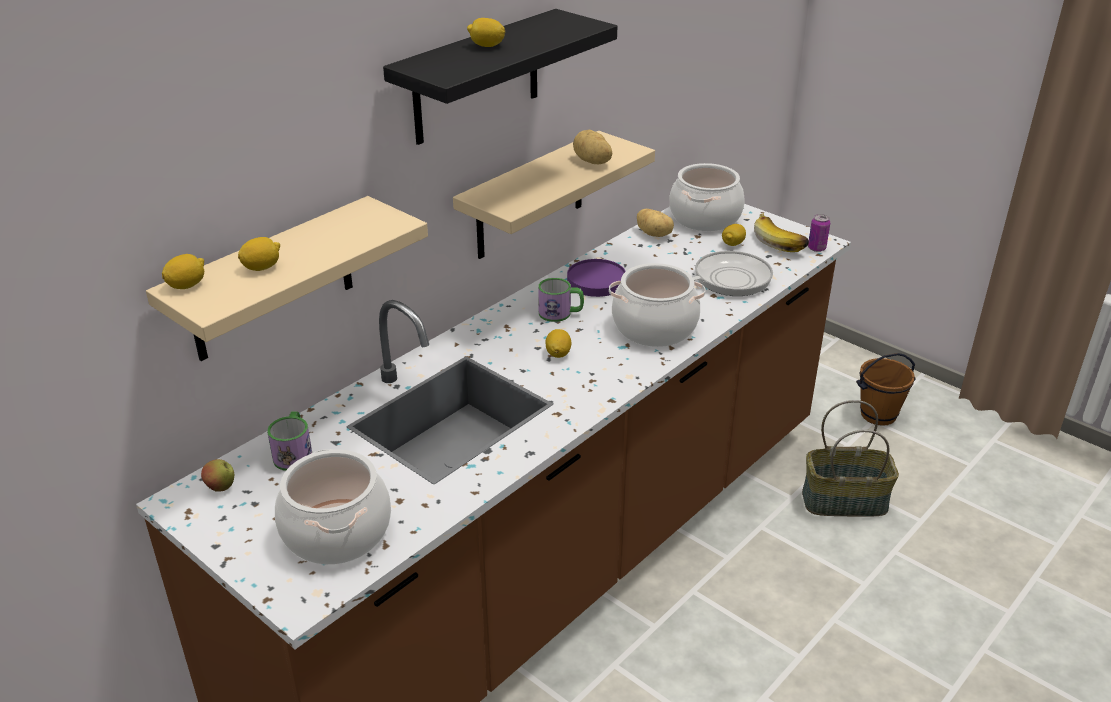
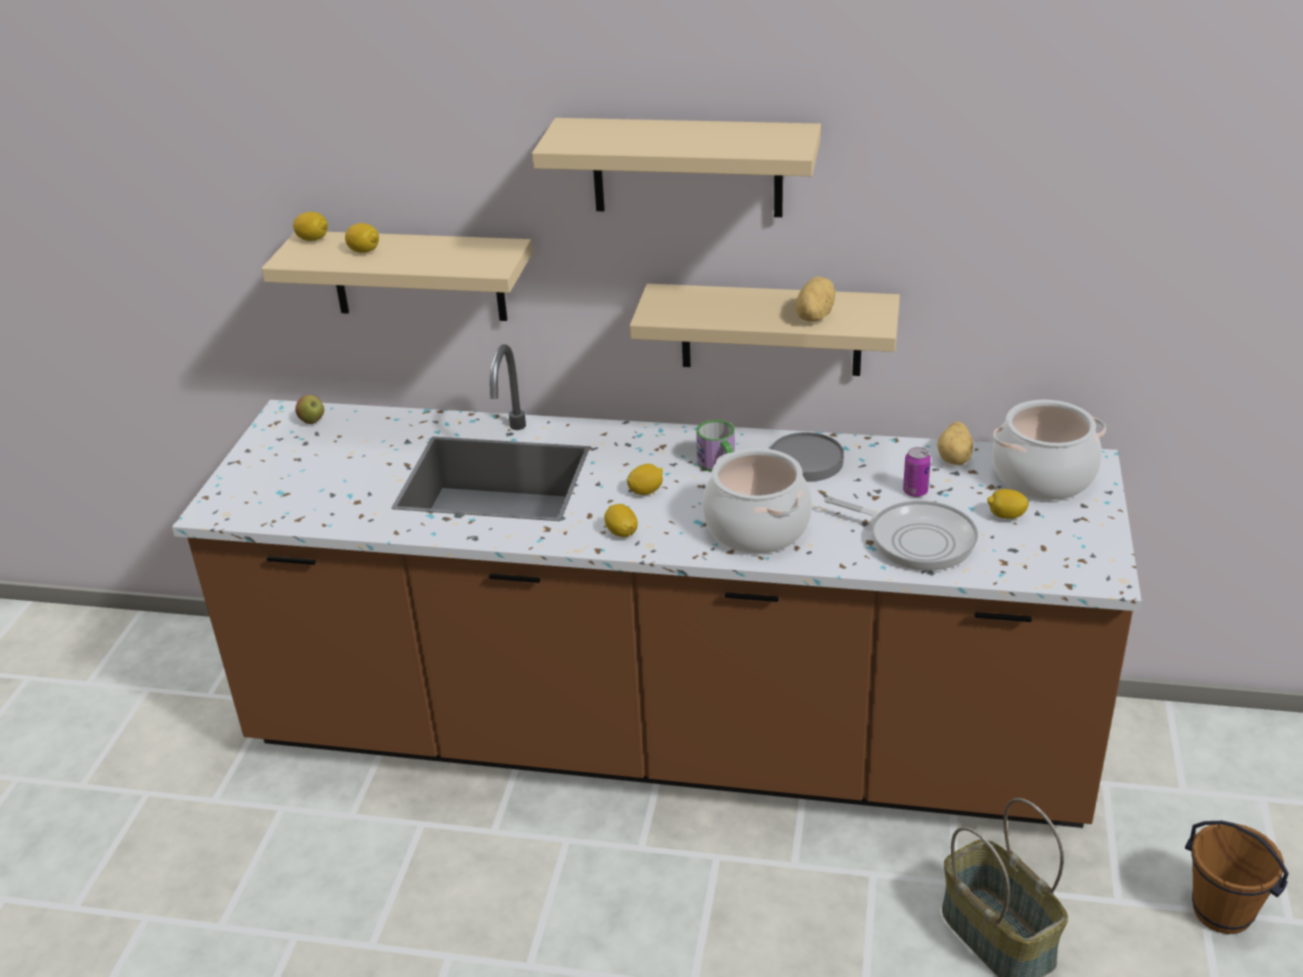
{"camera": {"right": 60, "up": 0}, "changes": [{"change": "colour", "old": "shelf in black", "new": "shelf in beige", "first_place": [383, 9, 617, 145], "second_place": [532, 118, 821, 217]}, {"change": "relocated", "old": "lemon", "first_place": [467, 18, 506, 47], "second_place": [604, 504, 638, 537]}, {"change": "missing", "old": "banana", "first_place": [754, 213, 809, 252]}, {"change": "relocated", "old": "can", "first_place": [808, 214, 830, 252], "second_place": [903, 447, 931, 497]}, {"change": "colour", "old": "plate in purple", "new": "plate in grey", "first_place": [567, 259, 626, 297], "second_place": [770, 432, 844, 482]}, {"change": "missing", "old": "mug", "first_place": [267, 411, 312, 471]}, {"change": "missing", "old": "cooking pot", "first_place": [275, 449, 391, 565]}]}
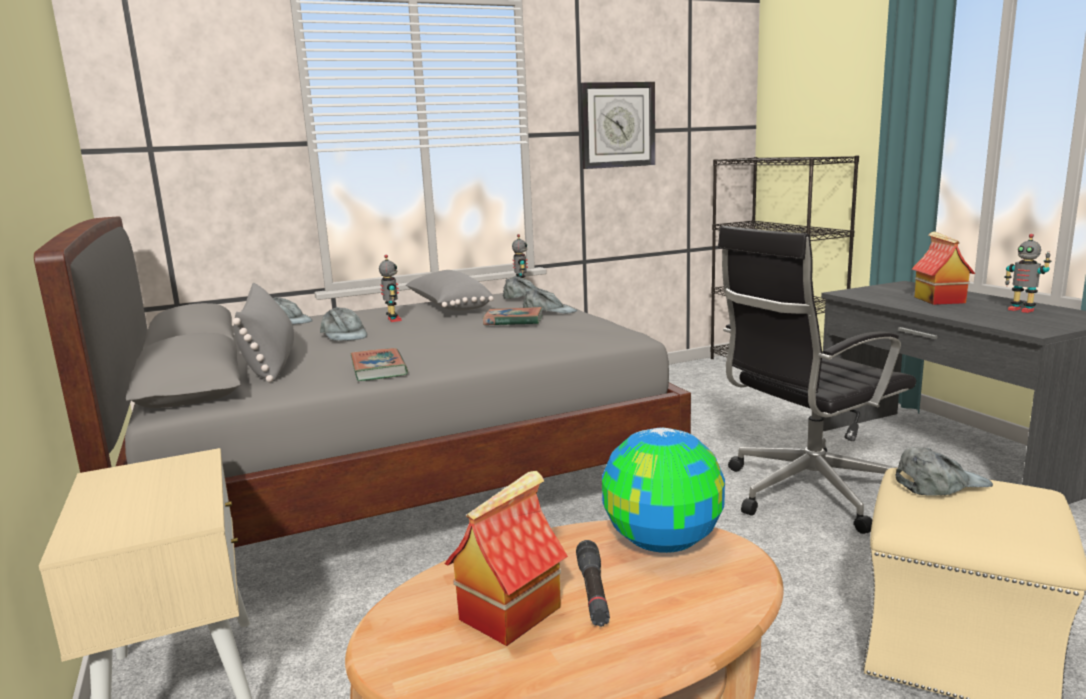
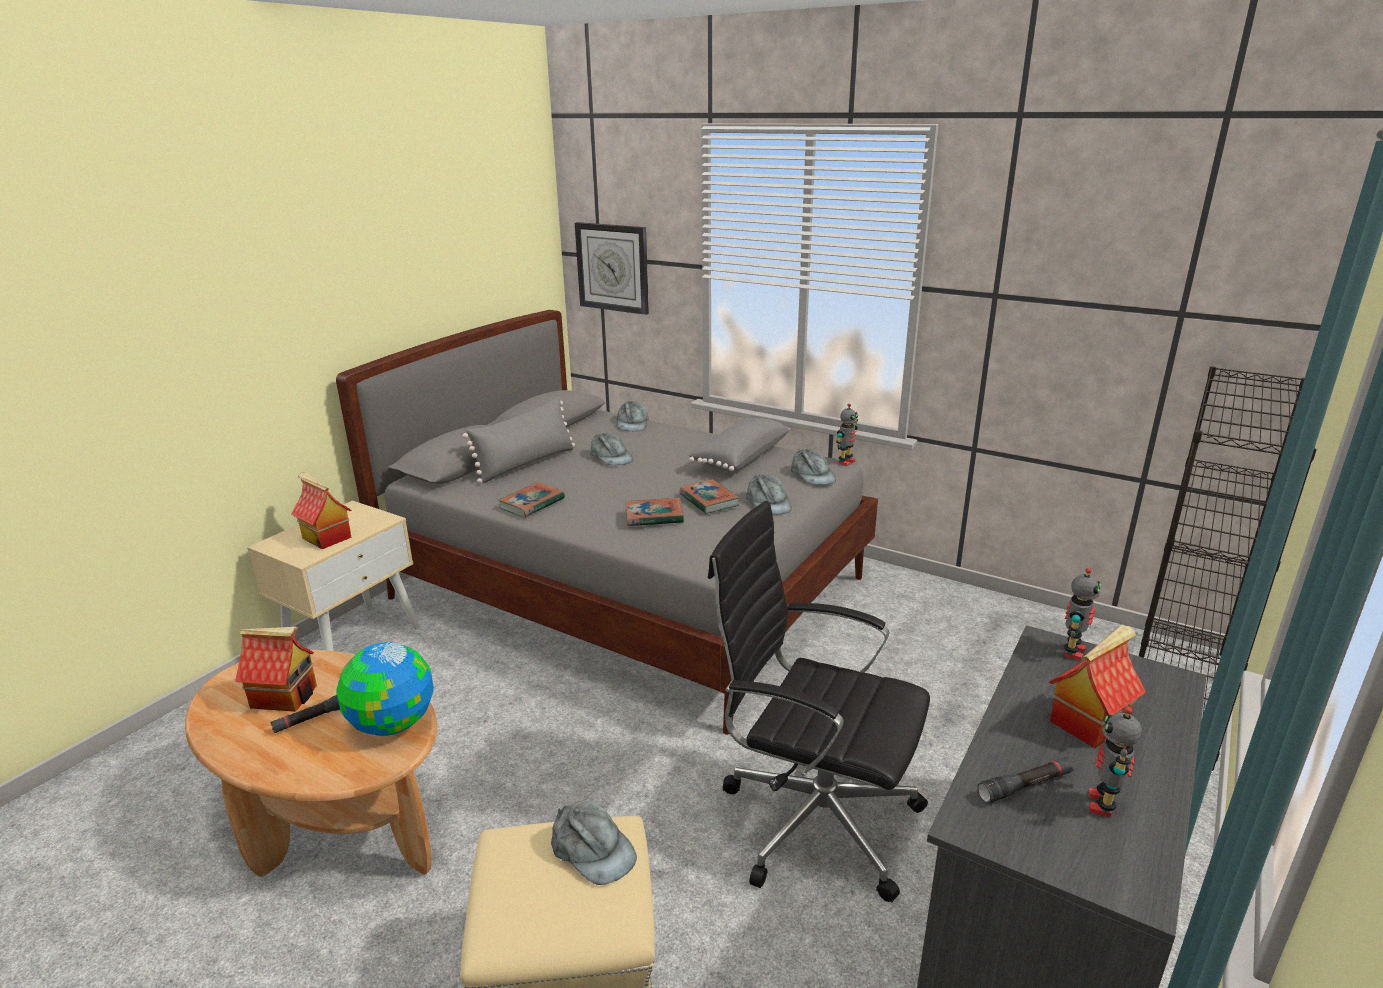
{"camera": {"right": 55, "up": 10}, "changes": [{"change": "relocated", "old": "wall clock", "first_place": [580, 82, 655, 169], "second_place": [575, 222, 649, 315]}, {"change": "relocated", "old": "toy robot", "first_place": [379, 254, 402, 322], "second_place": [1064, 568, 1101, 661]}, {"change": "spun", "old": "cap in grey", "first_place": [320, 307, 367, 341], "second_place": [590, 433, 633, 465], "degrees": -60}, {"change": "appeared", "new": "toy house", "second_place": [291, 473, 352, 549]}, {"change": "appeared", "new": "book", "second_place": [626, 498, 684, 526]}, {"change": "appeared", "new": "flashlight in black", "second_place": [978, 757, 1074, 803]}]}
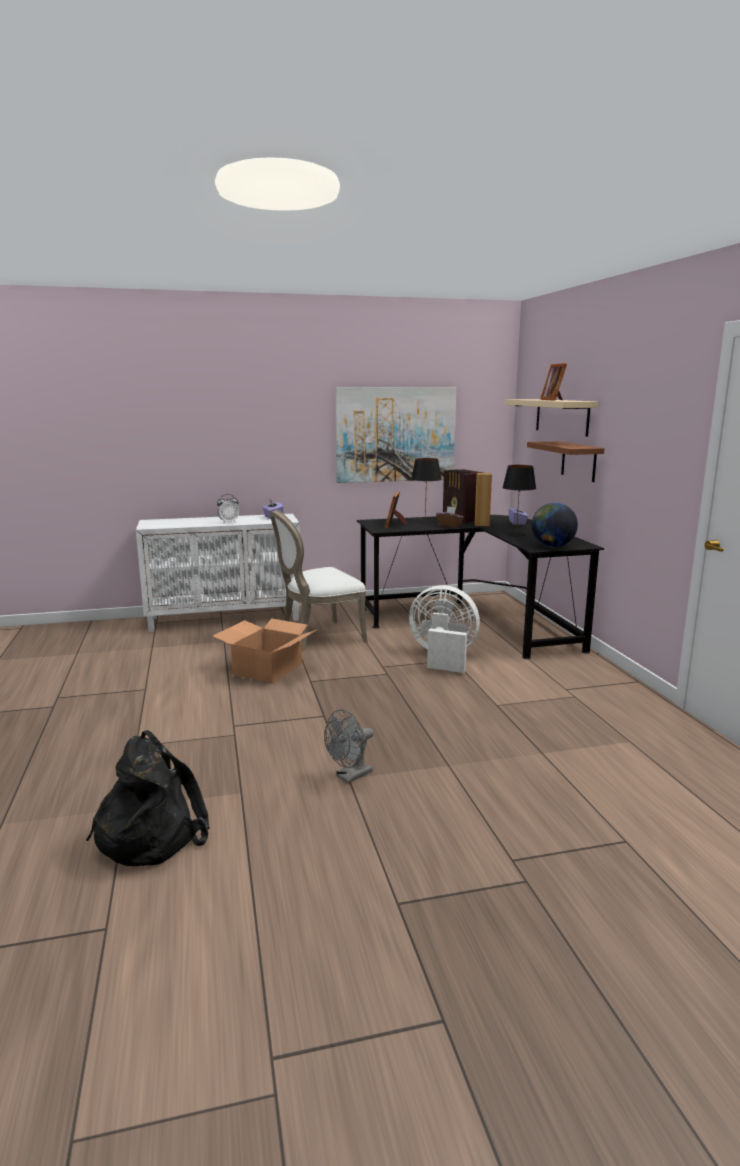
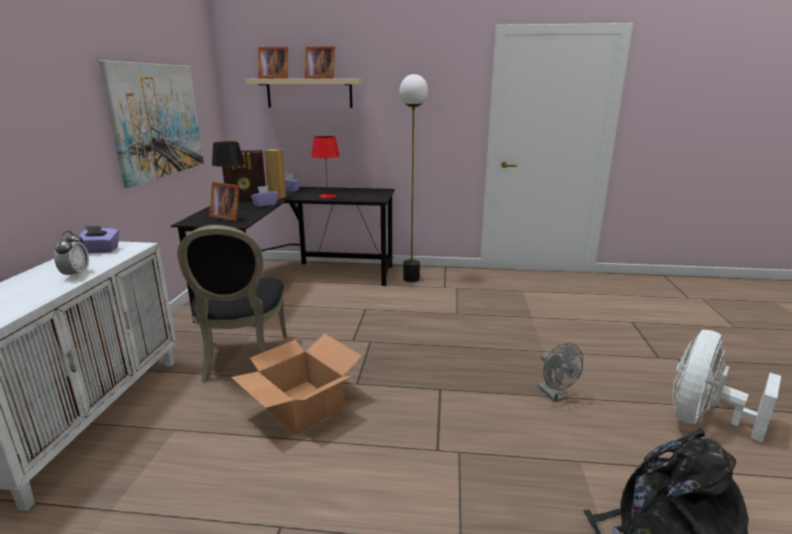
{"camera": {"right": -70, "up": 5}, "changes": [{"change": "missing", "old": "shelf in brown", "first_place": [527, 441, 605, 482]}, {"change": "colour", "old": "table lamp in black", "new": "table lamp in red", "first_place": [502, 465, 536, 536], "second_place": [311, 136, 340, 198]}, {"change": "missing", "old": "globe", "first_place": [531, 503, 578, 547]}, {"change": "colour", "old": "tissue box in brown", "new": "tissue box in purple", "first_place": [436, 506, 464, 528], "second_place": [251, 185, 278, 207]}, {"change": "colour", "old": "chair in white", "new": "chair in black", "first_place": [269, 510, 367, 651], "second_place": [177, 225, 287, 383]}, {"change": "relocated", "old": "fan in white", "first_place": [409, 585, 480, 673], "second_place": [672, 330, 781, 442]}, {"change": "appeared", "new": "picture frame", "second_place": [258, 47, 288, 79]}, {"change": "appeared", "new": "floor lamp", "second_place": [399, 74, 428, 282]}]}
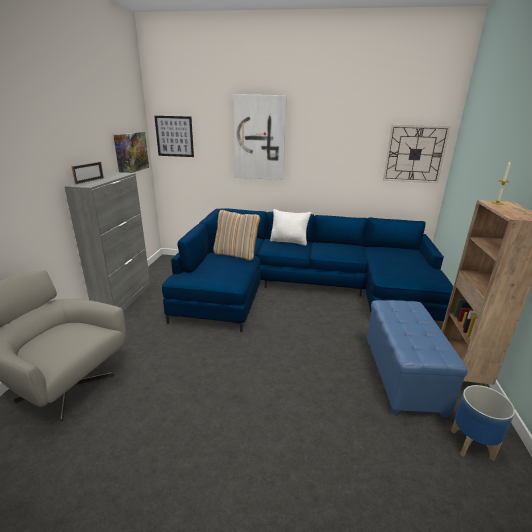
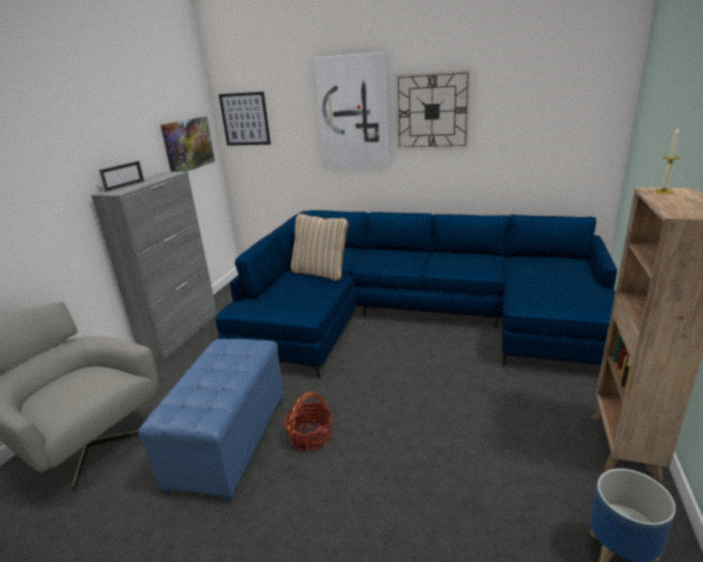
{"camera": {"right": 10, "up": 0}, "changes": [{"change": "relocated", "old": "wall clock", "first_place": [383, 125, 451, 183], "second_place": [395, 69, 472, 150]}, {"change": "missing", "old": "pillow in white", "first_place": [270, 209, 311, 246]}, {"change": "relocated", "old": "ottoman in blue", "first_place": [367, 300, 468, 417], "second_place": [138, 339, 284, 501]}, {"change": "appeared", "new": "basket", "second_place": [284, 392, 333, 450]}]}
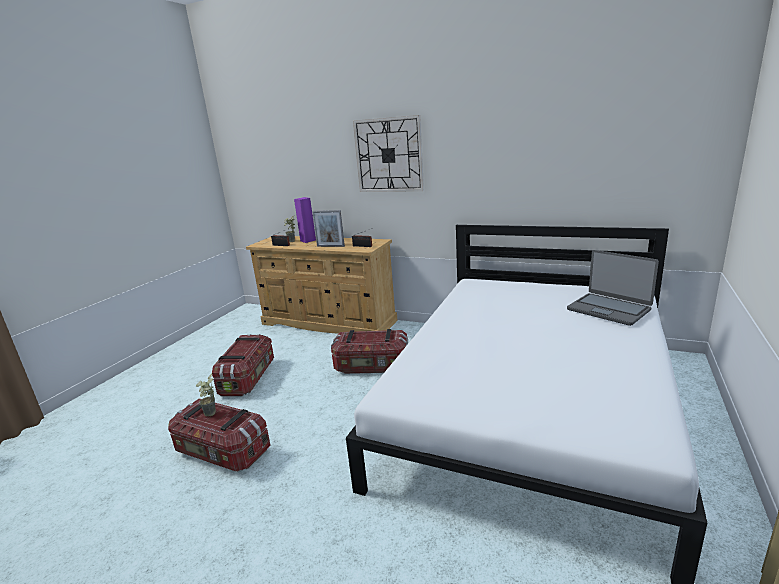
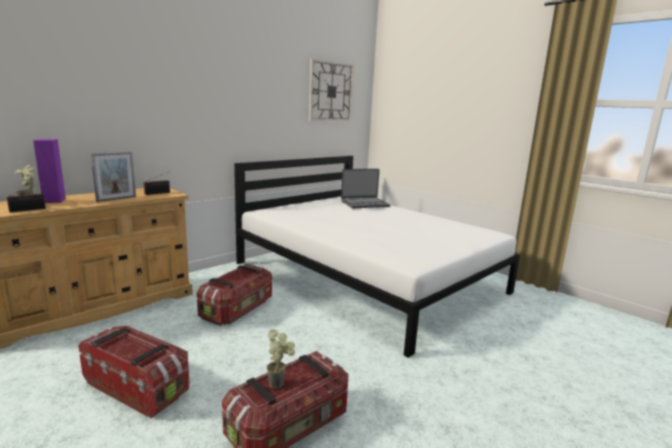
{"camera": {"right": -70, "up": -5}, "changes": [{"change": "relocated", "old": "wall clock", "first_place": [353, 115, 424, 192], "second_place": [309, 59, 354, 121]}]}
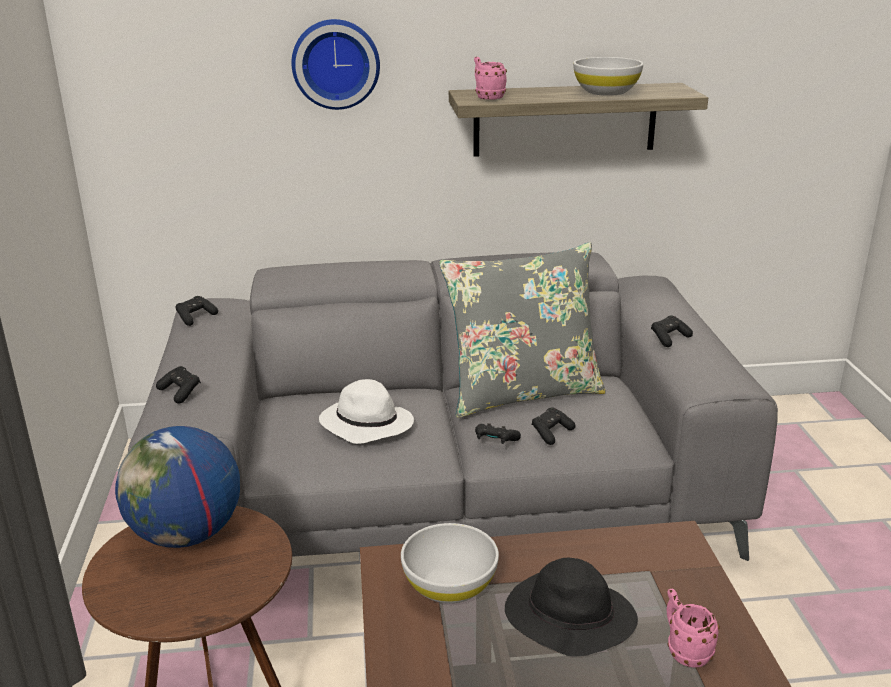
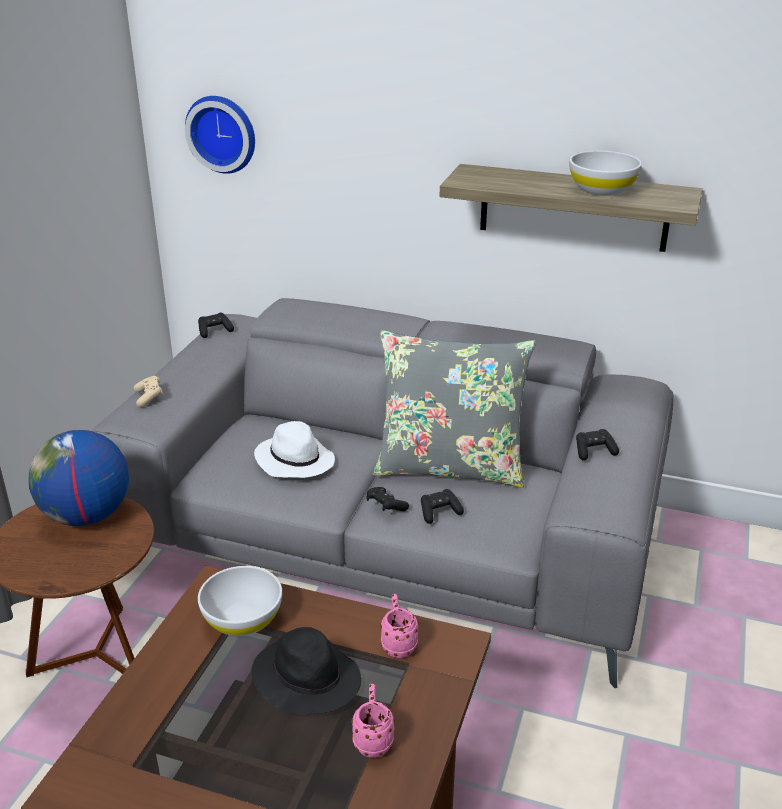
{"camera": {"right": 25, "up": 5}, "changes": [{"change": "relocated", "old": "wall clock", "first_place": [291, 19, 380, 110], "second_place": [185, 96, 255, 174]}, {"change": "relocated", "old": "mug in pink", "first_place": [474, 57, 507, 100], "second_place": [380, 594, 419, 658]}, {"change": "colour", "old": "game controller in black", "new": "game controller in beige", "first_place": [156, 366, 201, 404], "second_place": [134, 376, 163, 407]}]}
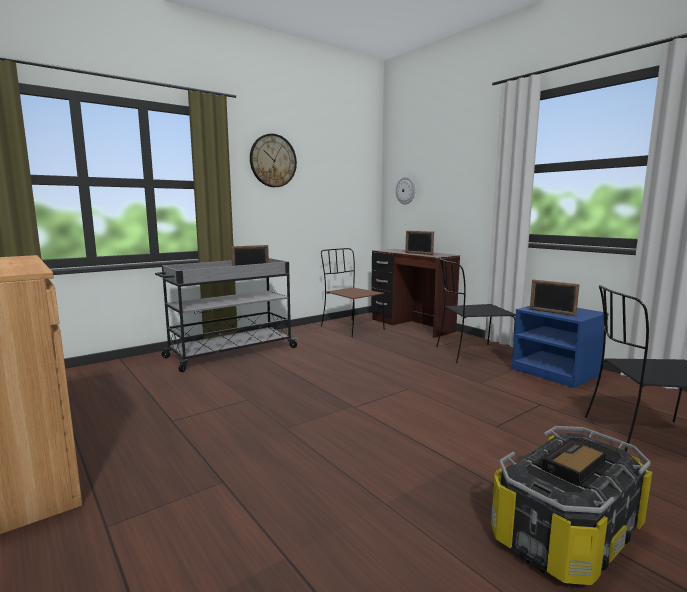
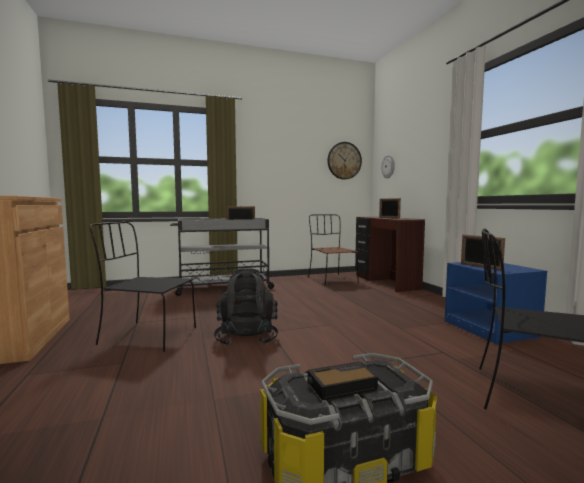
{"camera": {"right": 20, "up": -5}, "changes": [{"change": "relocated", "old": "wall clock", "first_place": [250, 134, 297, 187], "second_place": [327, 142, 362, 180]}, {"change": "relocated", "old": "chair in black", "first_place": [436, 258, 516, 363], "second_place": [89, 222, 196, 352]}, {"change": "appeared", "new": "backpack in black", "second_place": [214, 268, 278, 346]}]}
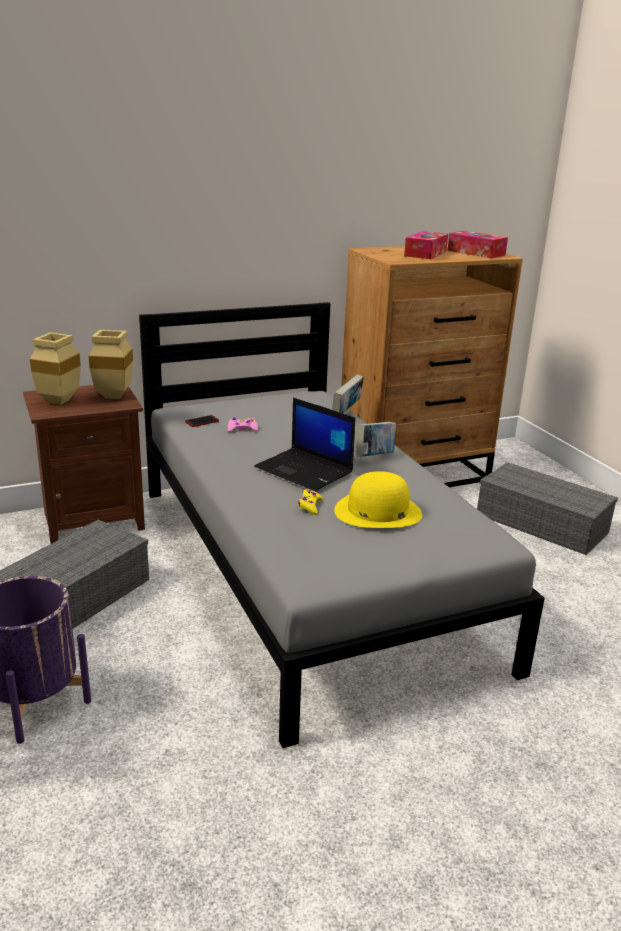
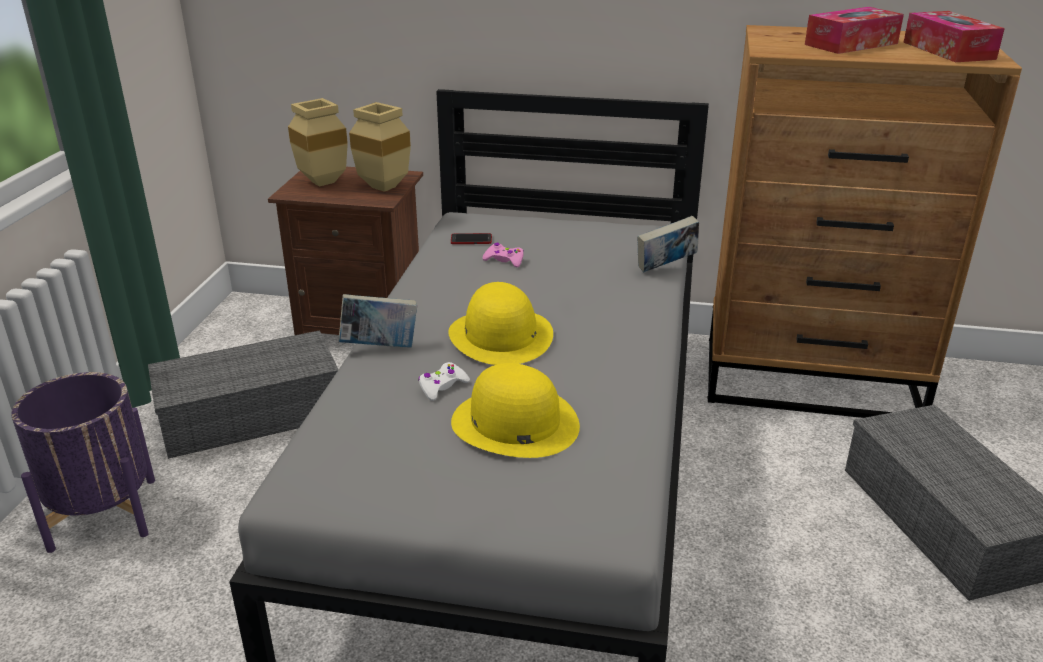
{"camera": {"right": 35, "up": 5}, "changes": [{"change": "exchanged", "old": "laptop", "new": "hat in yellow", "first_place": [254, 398, 356, 491], "second_place": [448, 282, 553, 365]}, {"change": "relocated", "old": "book", "first_place": [356, 422, 396, 457], "second_place": [339, 294, 417, 348]}, {"change": "colour", "old": "game controller in yellow", "new": "game controller in white", "first_place": [298, 489, 323, 515], "second_place": [418, 362, 470, 401]}]}
